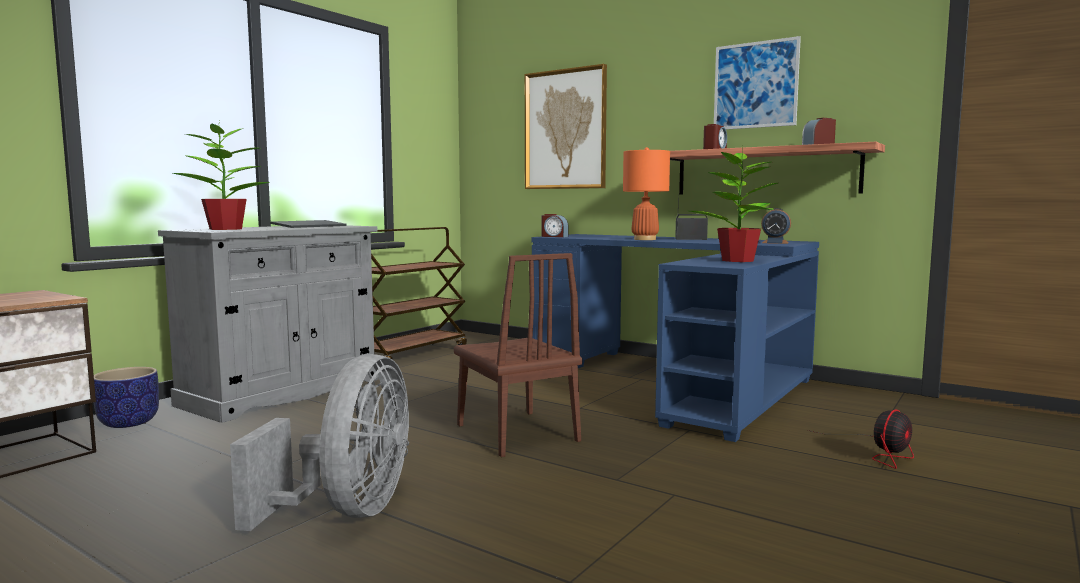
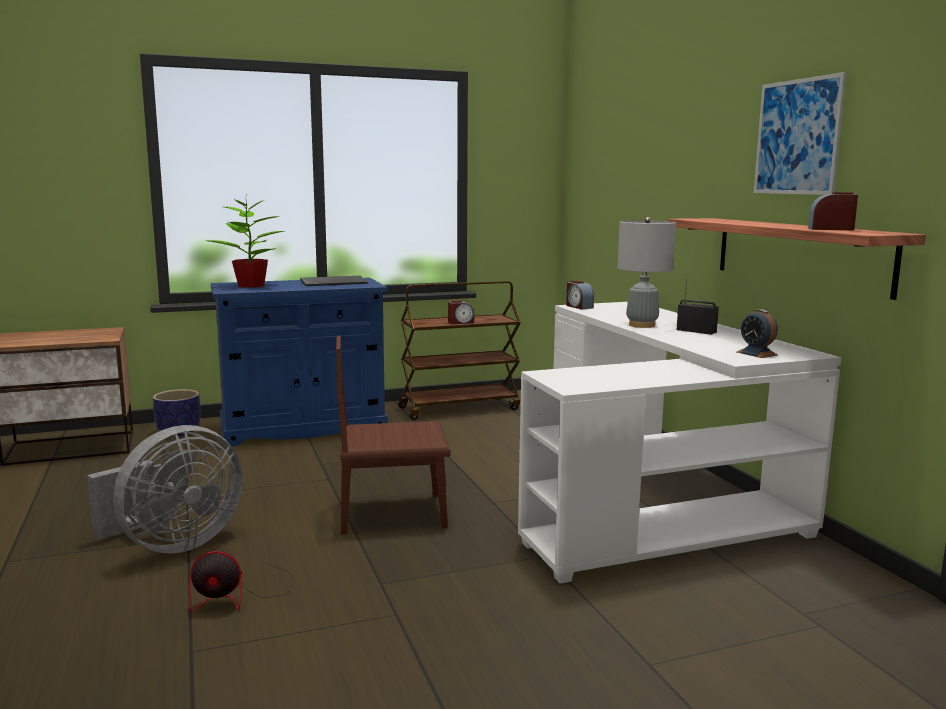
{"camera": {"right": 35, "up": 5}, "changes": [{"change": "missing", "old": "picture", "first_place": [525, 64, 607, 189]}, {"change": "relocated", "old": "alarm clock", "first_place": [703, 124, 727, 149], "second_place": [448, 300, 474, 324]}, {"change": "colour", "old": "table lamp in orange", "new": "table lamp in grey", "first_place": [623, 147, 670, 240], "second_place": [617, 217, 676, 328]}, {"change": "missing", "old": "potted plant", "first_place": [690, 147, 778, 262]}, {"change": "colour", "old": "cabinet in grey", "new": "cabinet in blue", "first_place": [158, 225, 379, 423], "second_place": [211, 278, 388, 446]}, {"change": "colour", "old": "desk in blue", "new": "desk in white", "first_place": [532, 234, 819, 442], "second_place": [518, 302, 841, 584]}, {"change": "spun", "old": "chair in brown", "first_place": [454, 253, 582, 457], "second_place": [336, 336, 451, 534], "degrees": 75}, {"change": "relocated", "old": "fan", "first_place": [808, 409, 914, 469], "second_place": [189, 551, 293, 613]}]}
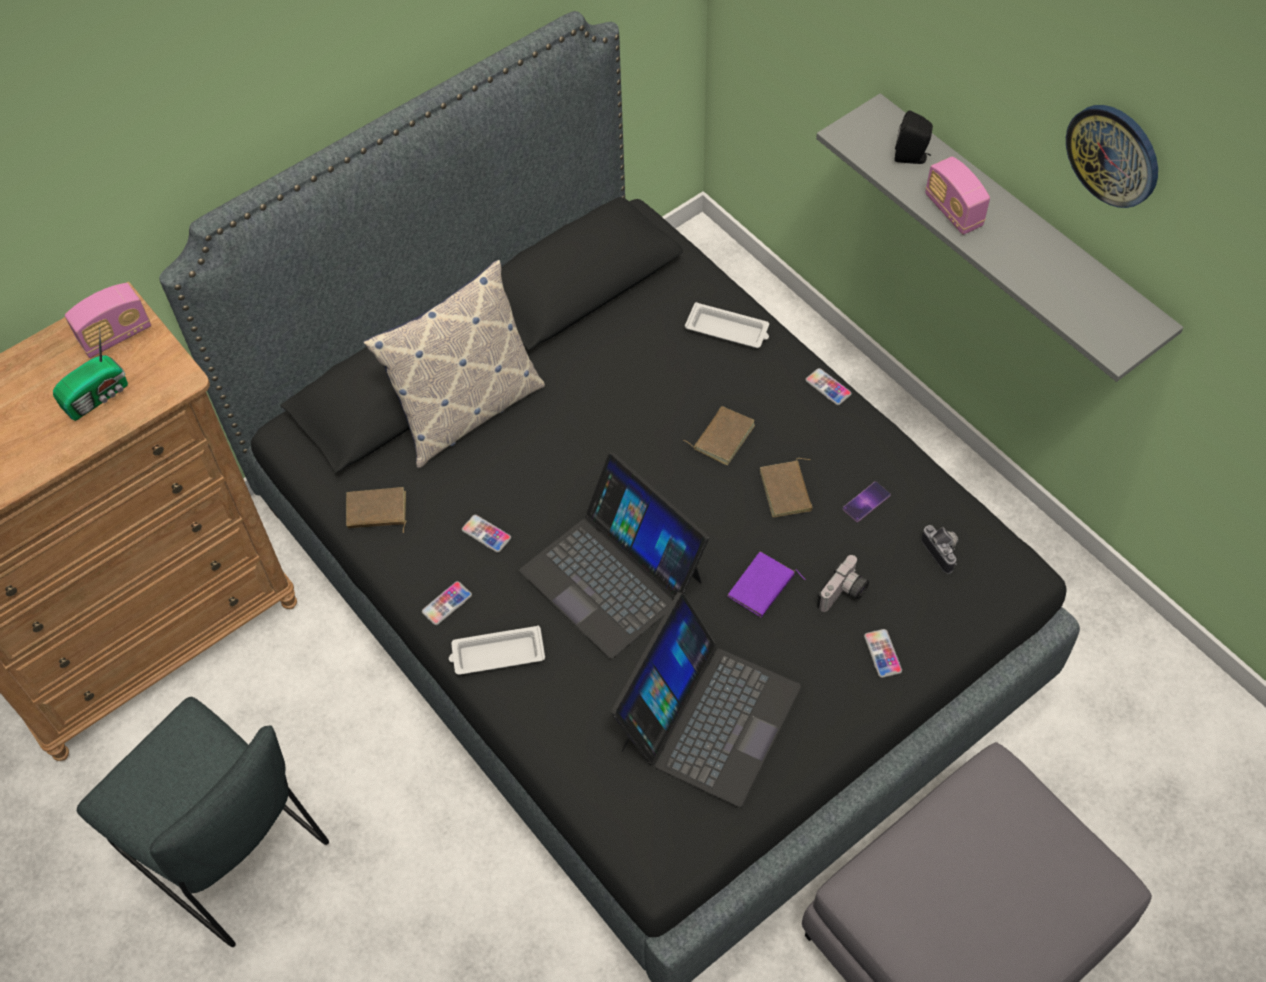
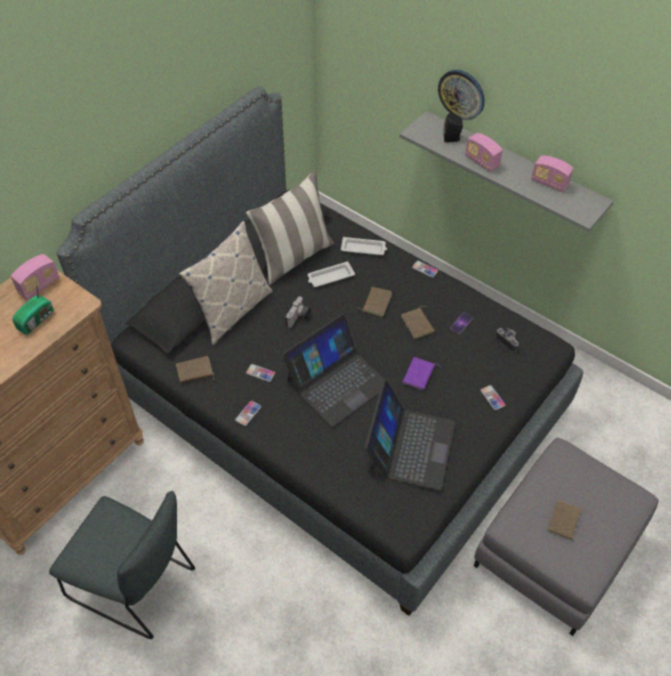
{"camera": {"right": -15, "up": -5}, "changes": [{"change": "relocated", "old": "wall clock", "first_place": [1066, 105, 1158, 208], "second_place": [438, 70, 485, 120]}, {"change": "spun", "old": "laptop", "first_place": [519, 452, 709, 659], "second_place": [282, 314, 390, 427], "degrees": -75}, {"change": "relocated", "old": "photo camera", "first_place": [817, 555, 869, 612], "second_place": [285, 297, 311, 328]}, {"change": "relocated", "old": "tray in white", "first_place": [449, 626, 545, 675], "second_place": [308, 261, 355, 287]}, {"change": "appeared", "new": "radio", "second_place": [531, 155, 574, 192]}, {"change": "appeared", "new": "pillow", "second_place": [246, 171, 334, 285]}, {"change": "appeared", "new": "book in brown", "second_place": [547, 500, 589, 540]}]}
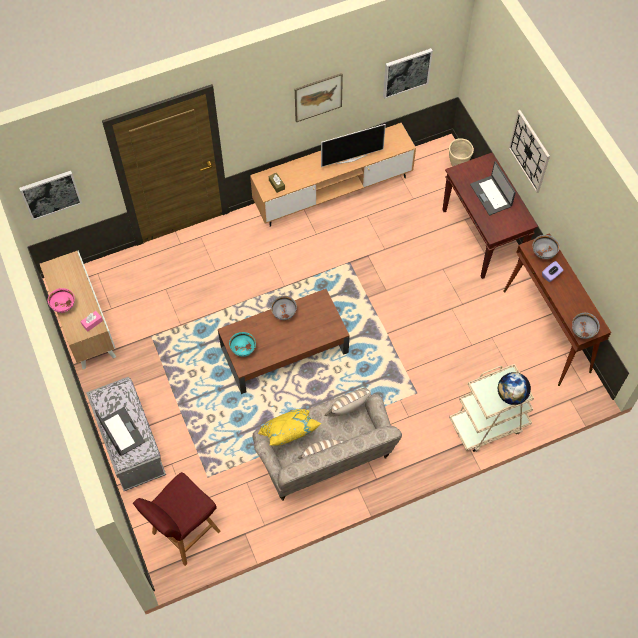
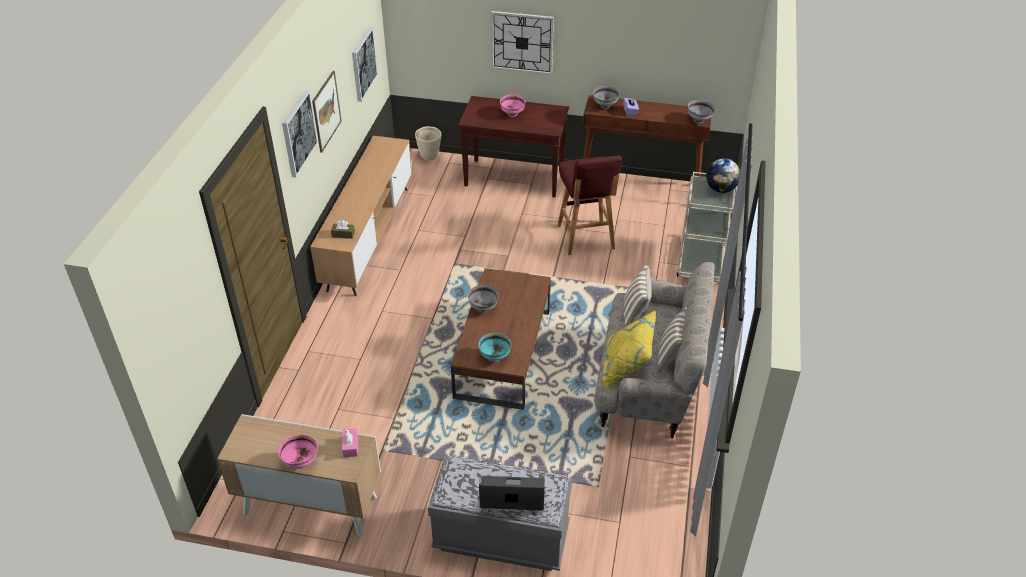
{"camera": {"right": -55, "up": -20}, "changes": [{"change": "missing", "old": "television", "first_place": [321, 124, 386, 167]}, {"change": "exchanged", "old": "laptop", "new": "bowl in pink", "first_place": [470, 161, 516, 215], "second_place": [500, 94, 526, 117]}, {"change": "relocated", "old": "picture", "first_place": [19, 171, 82, 220], "second_place": [282, 90, 318, 177]}, {"change": "relocated", "old": "stool in red", "first_place": [133, 472, 221, 566], "second_place": [557, 155, 622, 255]}]}
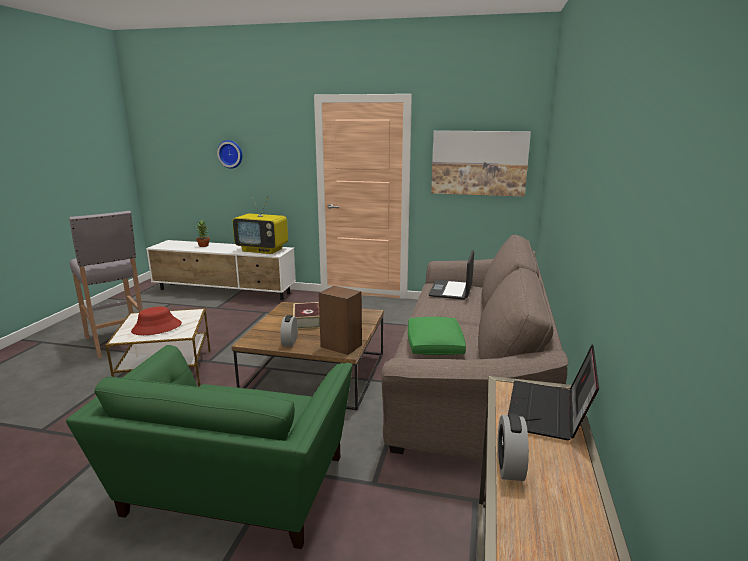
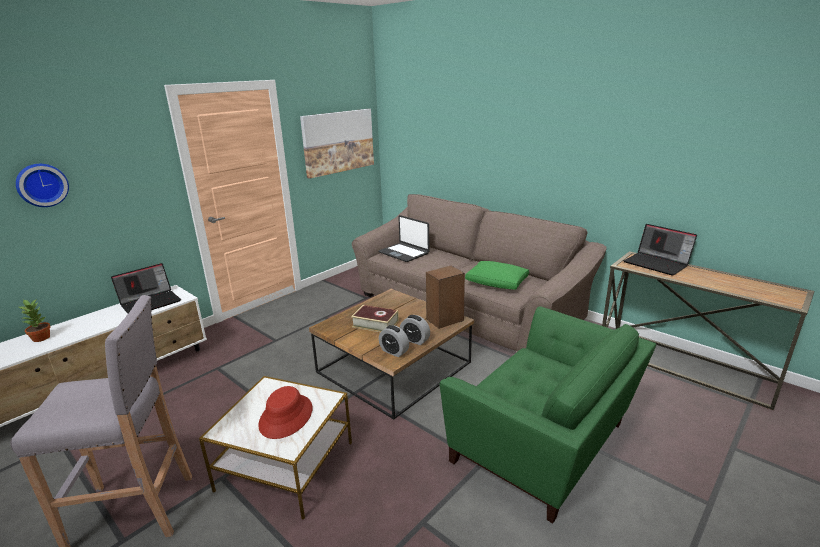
{"camera": {"right": -60, "up": 5}, "changes": [{"change": "exchanged", "old": "television", "new": "laptop", "first_place": [233, 195, 288, 254], "second_place": [111, 263, 181, 314]}, {"change": "relocated", "old": "alarm clock", "first_place": [497, 413, 529, 481], "second_place": [379, 325, 409, 357]}]}
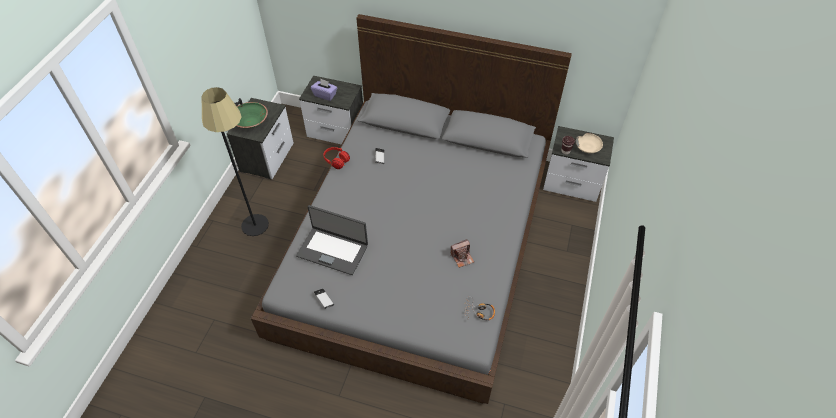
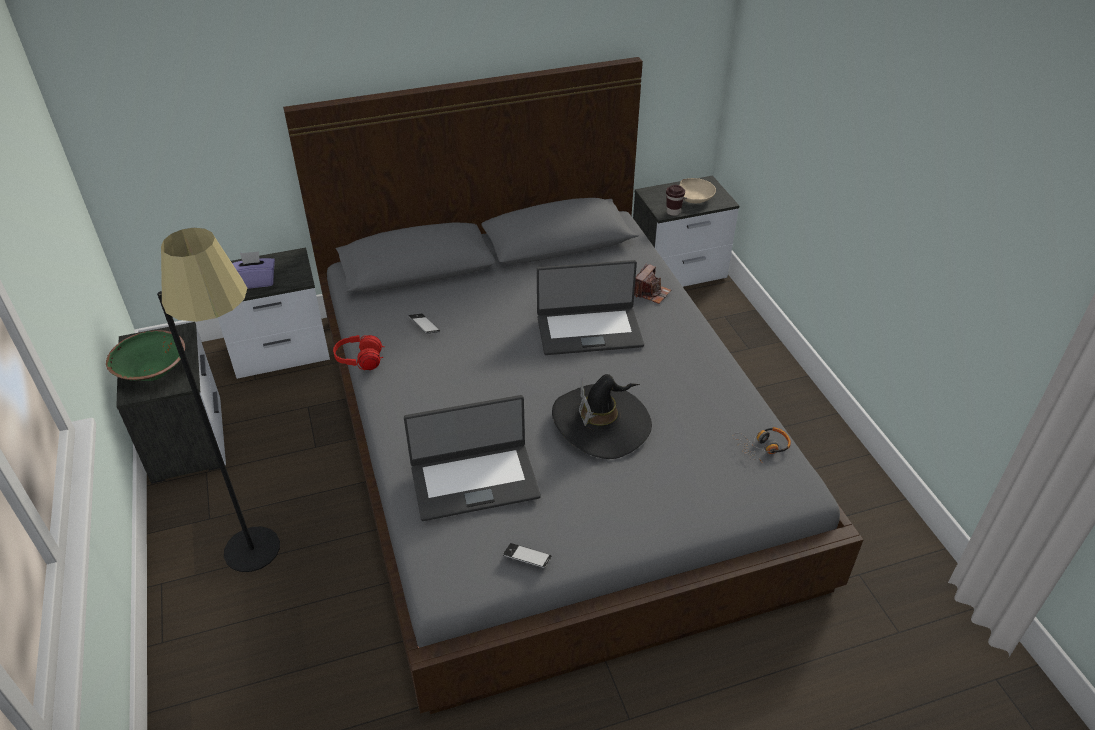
{"camera": {"right": -35, "up": -10}, "changes": [{"change": "relocated", "old": "photo camera", "first_place": [451, 239, 474, 268], "second_place": [634, 264, 671, 304]}, {"change": "appeared", "new": "laptop", "second_place": [537, 260, 644, 355]}, {"change": "appeared", "new": "hat in black", "second_place": [552, 374, 652, 459]}]}
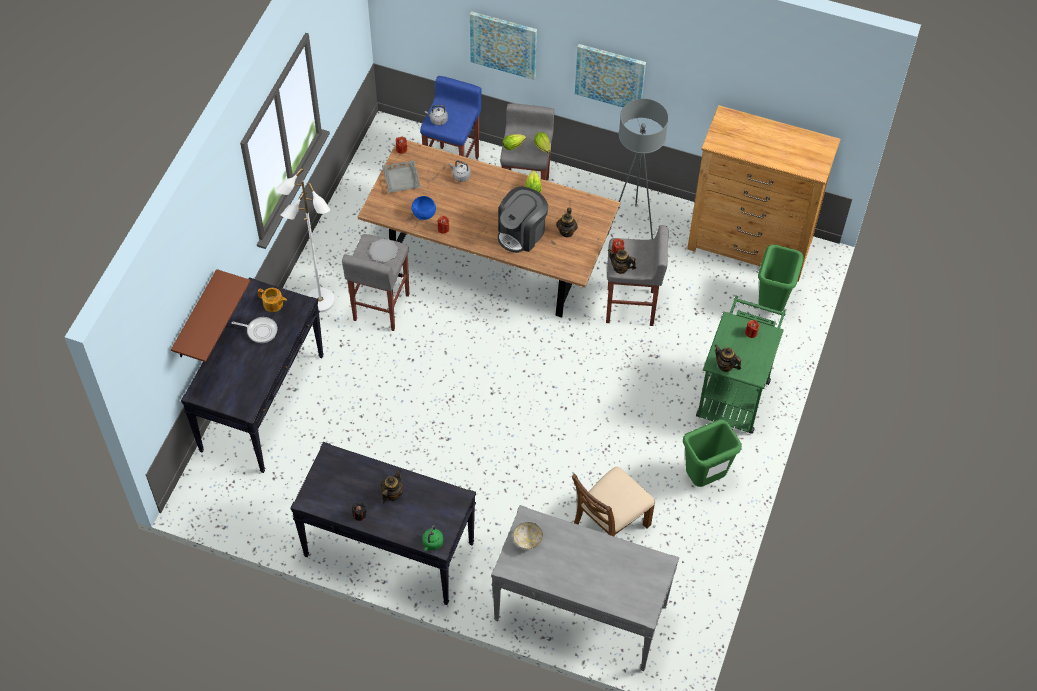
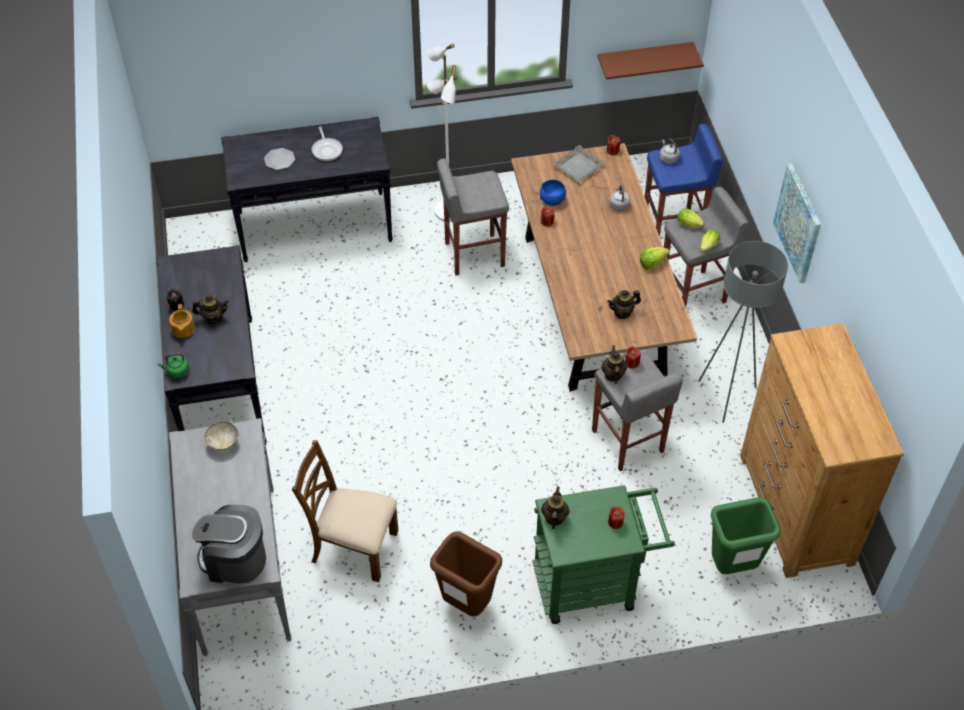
{"camera": {"right": 60, "up": -5}, "changes": [{"change": "missing", "old": "picture", "first_place": [470, 11, 537, 80]}, {"change": "relocated", "old": "coffee machine", "first_place": [498, 187, 548, 253], "second_place": [192, 505, 266, 584]}, {"change": "relocated", "old": "plate", "first_place": [369, 239, 398, 262], "second_place": [264, 148, 295, 170]}, {"change": "relocated", "old": "shelf in brown", "first_place": [171, 269, 250, 362], "second_place": [597, 42, 704, 80]}, {"change": "relocated", "old": "teapot", "first_place": [258, 288, 287, 312], "second_place": [169, 304, 195, 338]}, {"change": "colour", "old": "trash can in green", "new": "trash can in brown", "first_place": [683, 419, 742, 487], "second_place": [430, 531, 502, 617]}]}
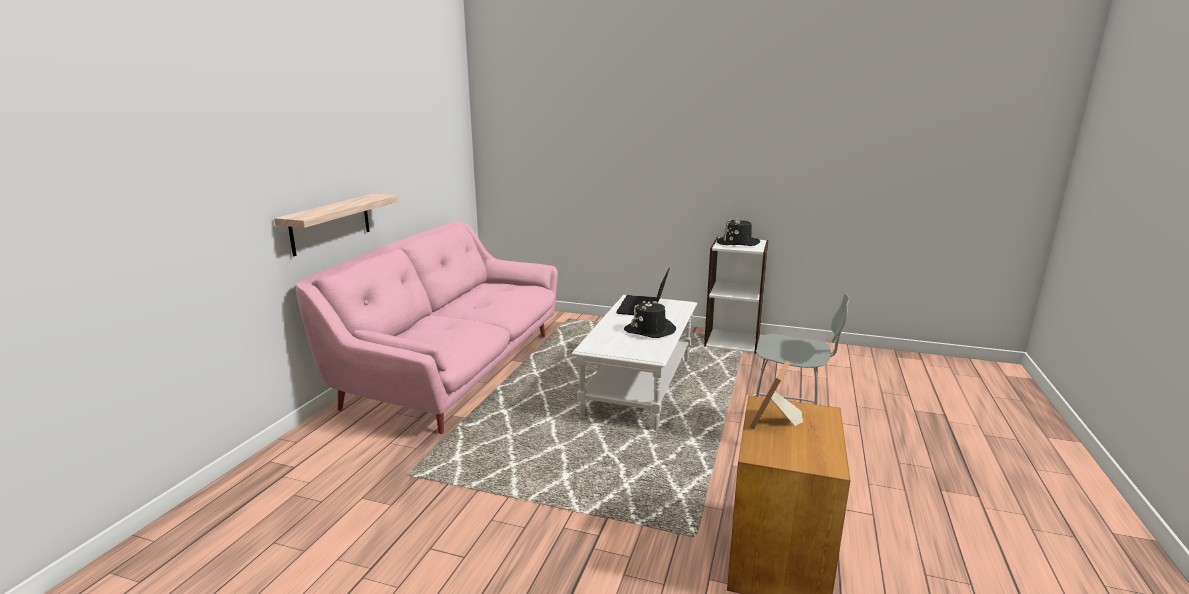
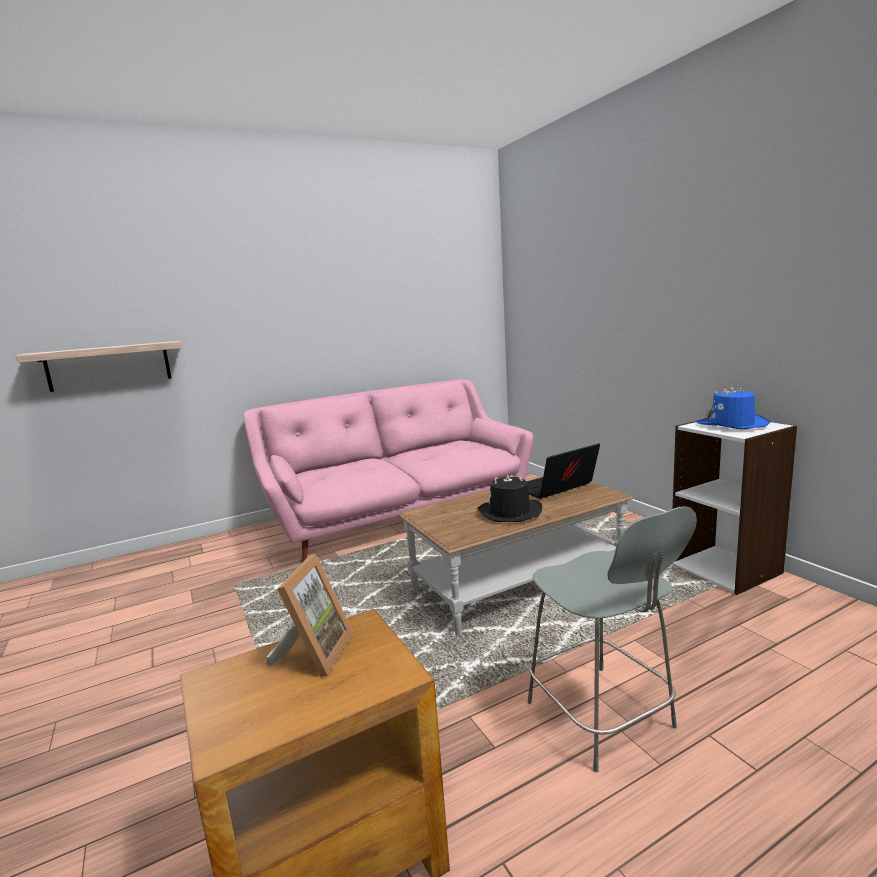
{"camera": {"right": 45, "up": -5}, "changes": [{"change": "relocated", "old": "shelf", "first_place": [274, 194, 399, 256], "second_place": [16, 341, 182, 392]}, {"change": "colour", "old": "hat in black", "new": "hat in blue", "first_place": [717, 217, 760, 246], "second_place": [697, 386, 770, 429]}, {"change": "colour", "old": "coffee table in white", "new": "coffee table in brown", "first_place": [571, 295, 697, 430], "second_place": [397, 477, 634, 635]}, {"change": "spun", "old": "picture frame", "first_place": [750, 361, 803, 430], "second_place": [266, 553, 353, 677], "degrees": 120}]}
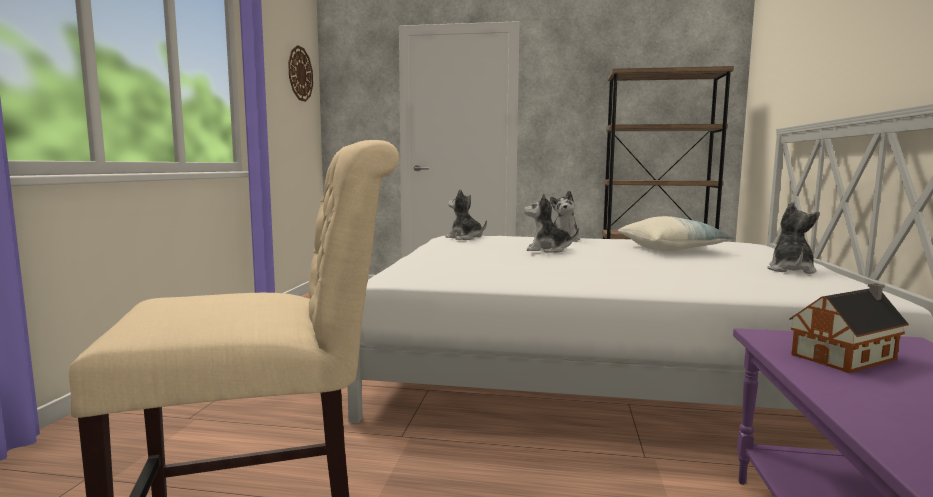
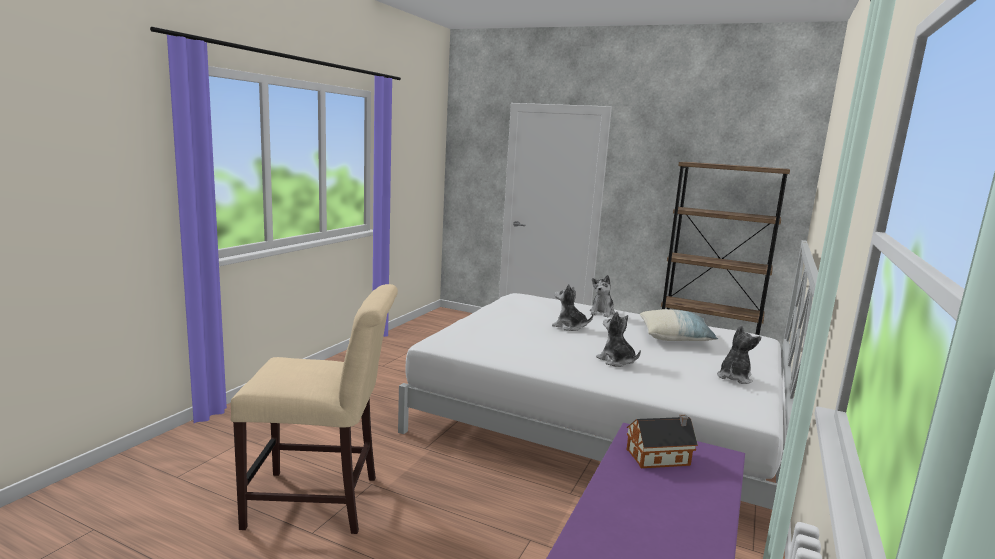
{"camera": {"right": 15, "up": 5}, "changes": [{"change": "missing", "old": "wall clock", "first_place": [288, 45, 313, 102]}, {"change": "relocated", "old": "plush toy", "first_place": [445, 189, 487, 240], "second_place": [596, 311, 641, 367]}]}
